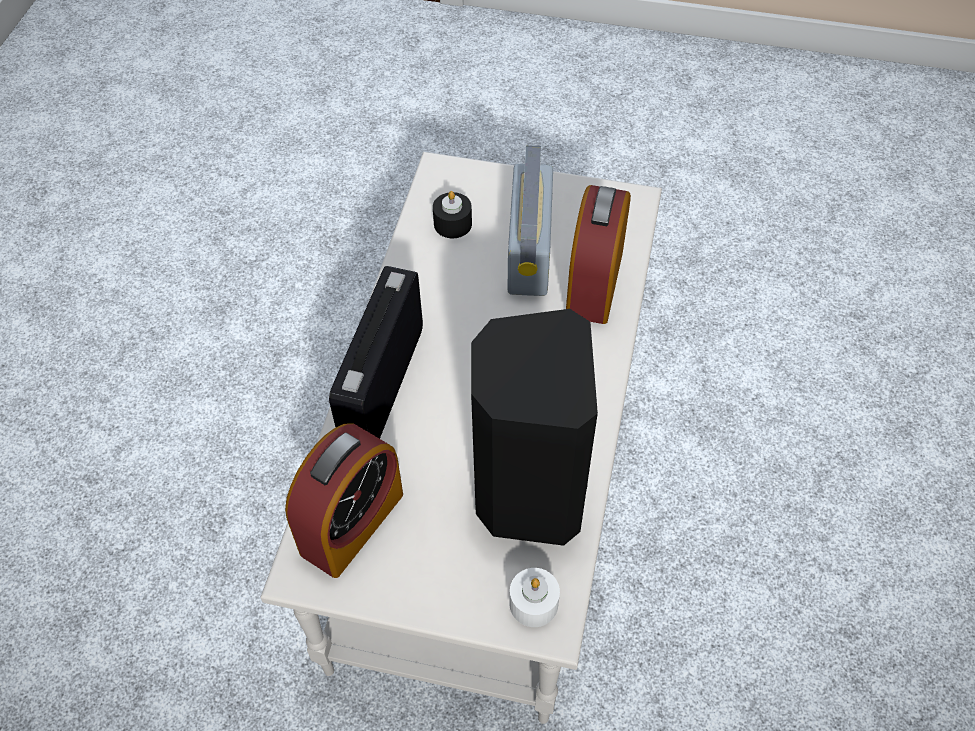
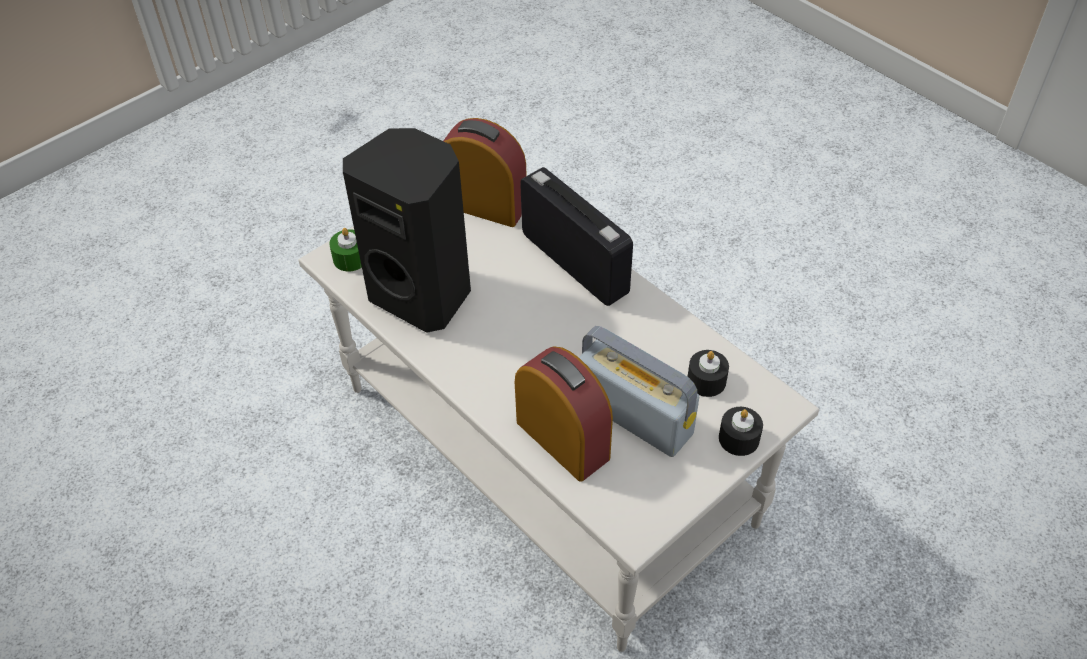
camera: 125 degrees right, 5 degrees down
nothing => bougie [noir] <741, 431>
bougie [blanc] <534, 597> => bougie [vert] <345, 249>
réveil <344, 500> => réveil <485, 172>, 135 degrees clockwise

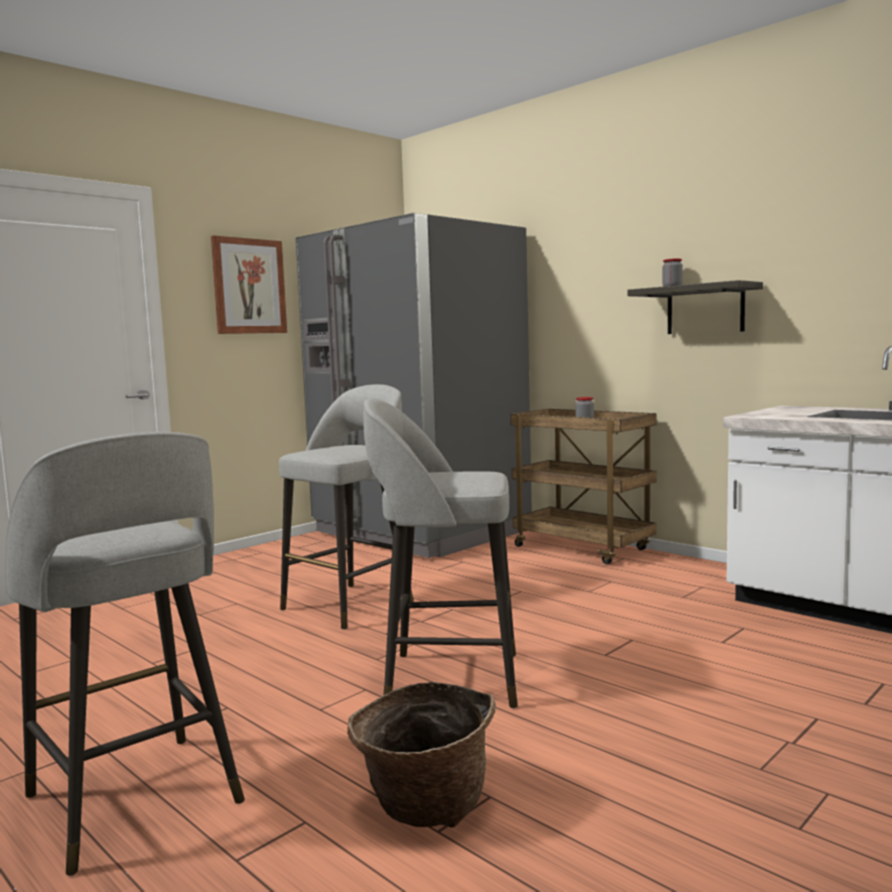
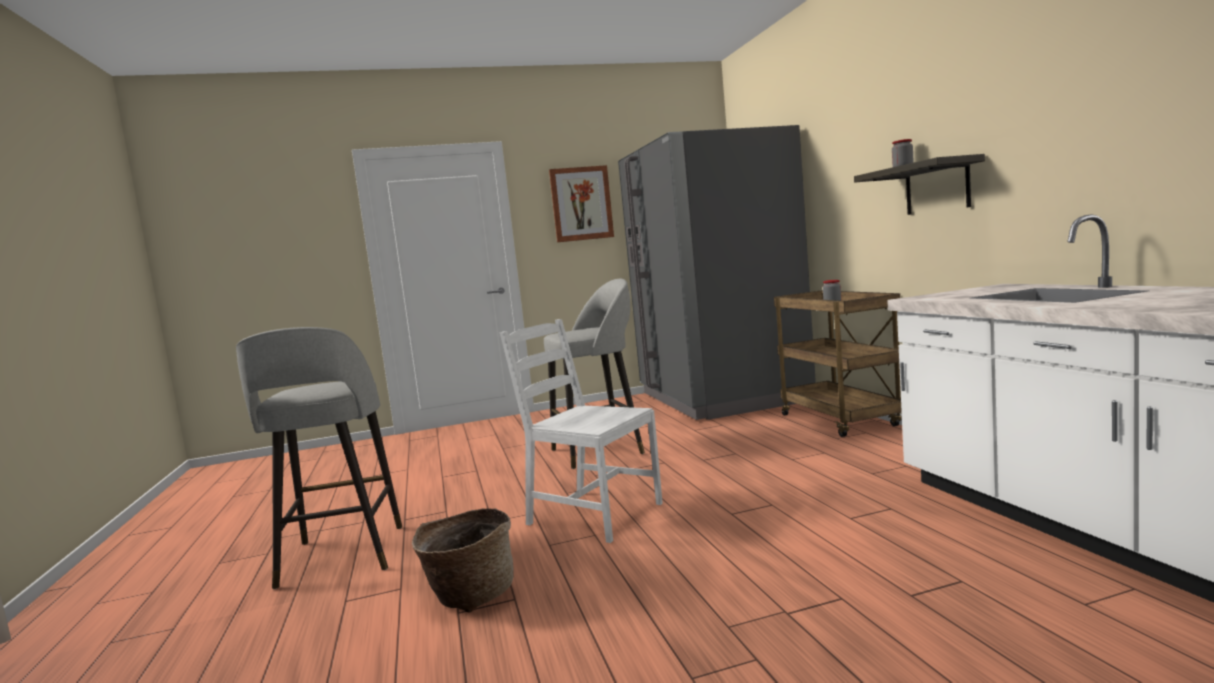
camera: 30 degrees right, 0 degrees up
tabouret [gris] <440, 553> => chaise [blanc] <581, 431>

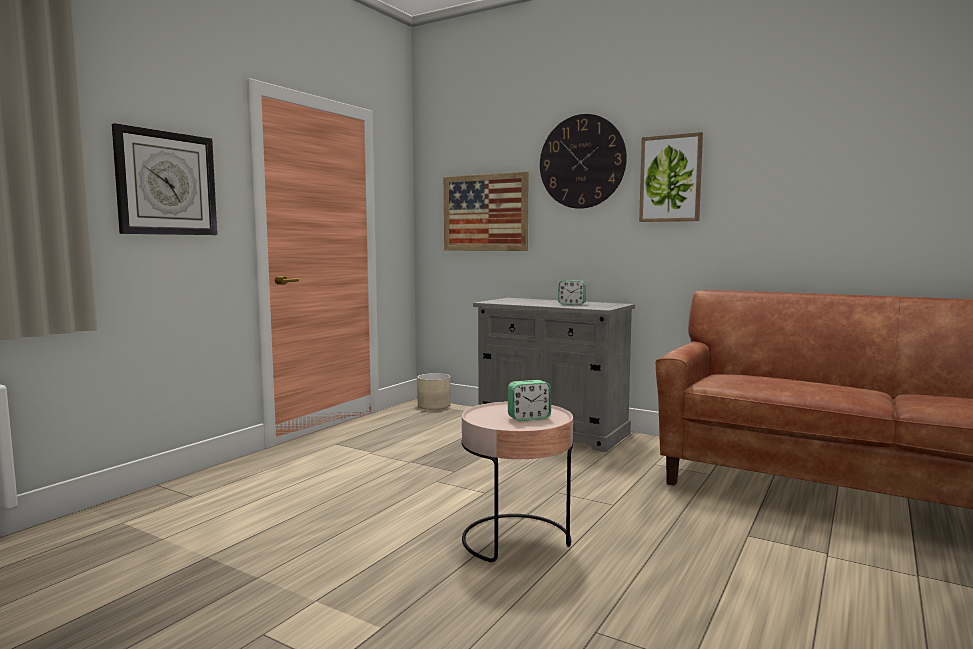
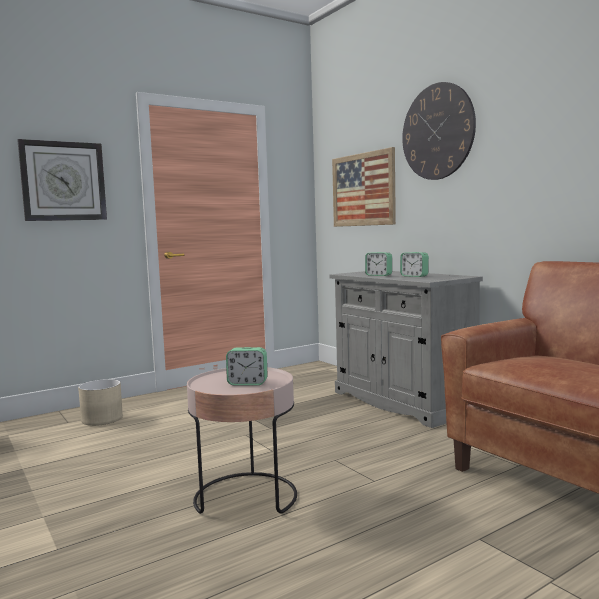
camera: 25 degrees right, 0 degrees up
tableau <671, 177> => nothing
nothing => réveil <378, 264>
cache-pot [beige] <433, 391> => cache-pot [beige] <100, 402>, moved

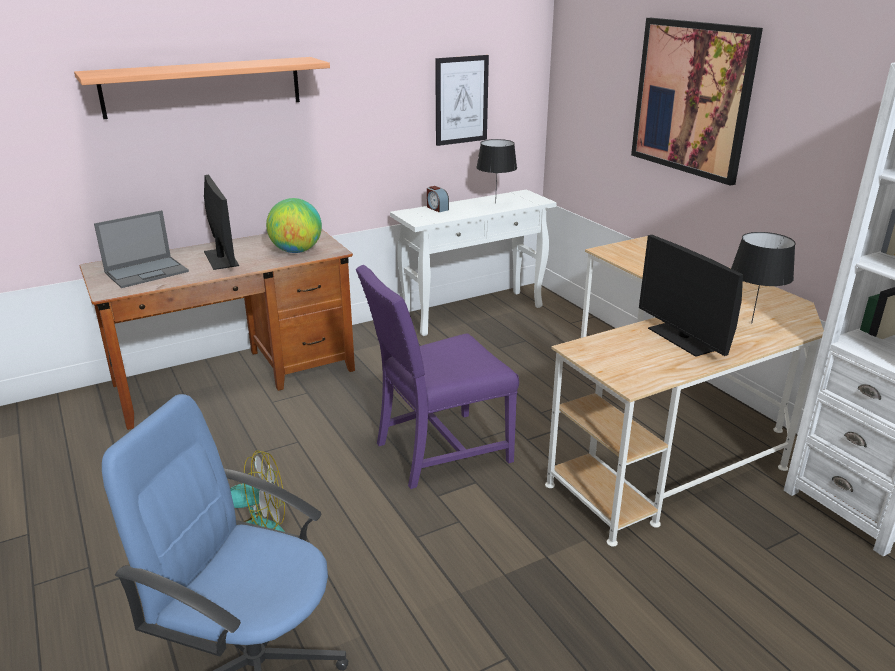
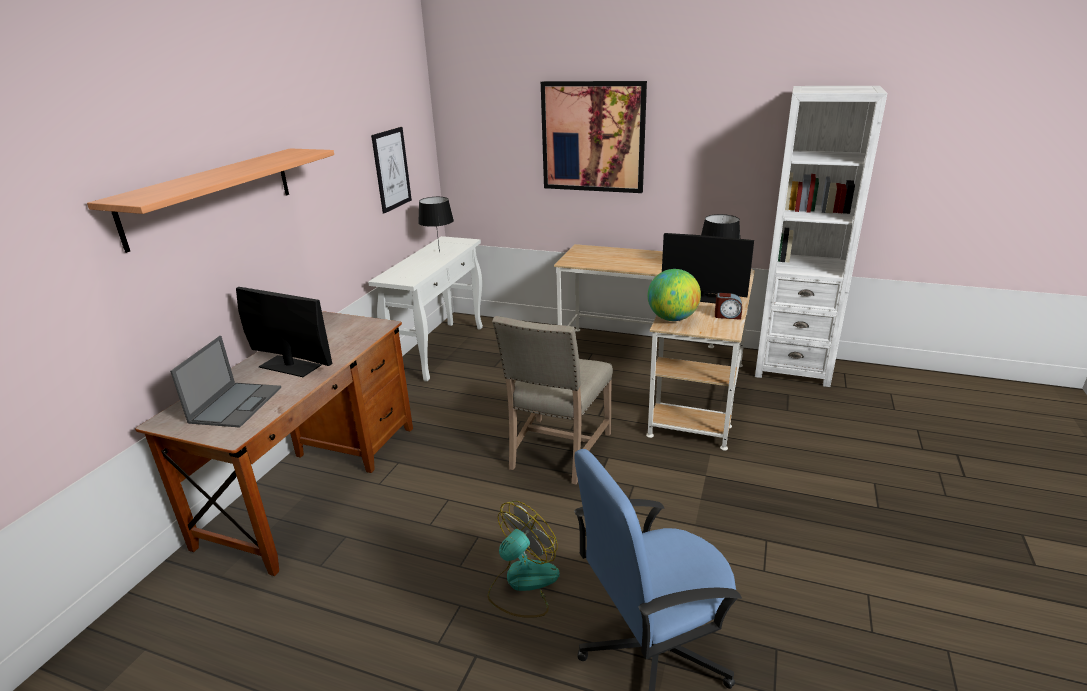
camera: 40 degrees left, 0 degrees up
globe <294, 225> => globe <674, 295>, moved
réveil <438, 199> => réveil <728, 306>, moved
chaise [violet] <437, 377> => chaise [beige] <552, 400>

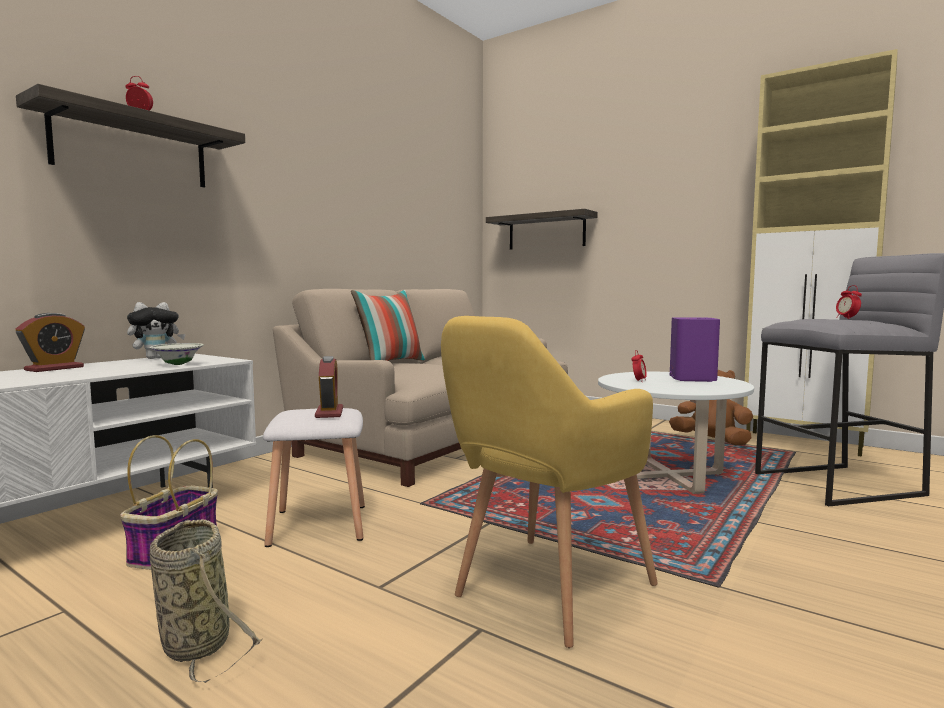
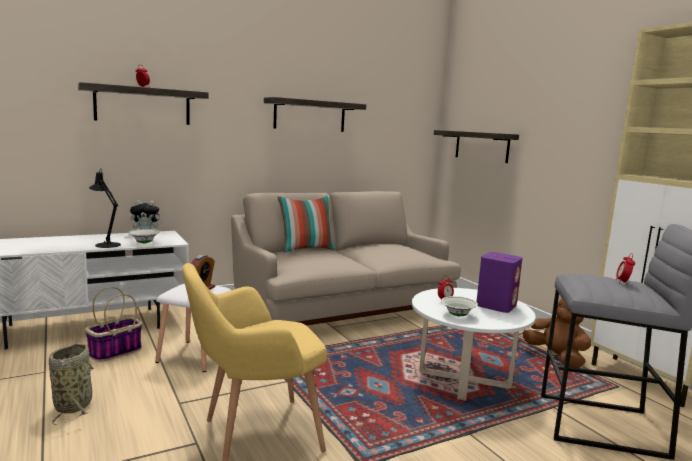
camera: 25 degrees right, 5 degrees up
réveil <50, 342> => nothing
nothing => lampe de table [noir] <105, 208>
nothing => étagère <315, 114>
nothing => bol [blanc] <459, 306>

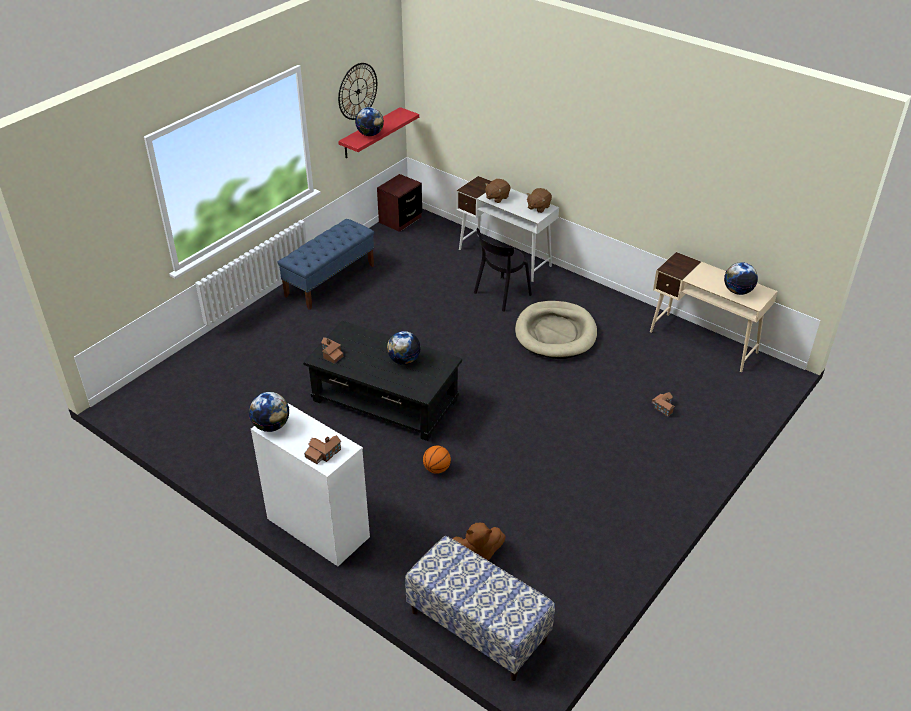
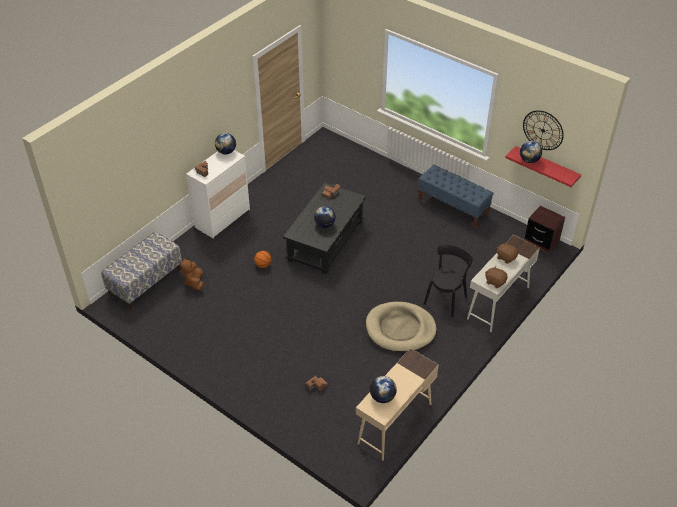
camera: 90 degrees right, 5 degrees up
chaise [noir] <503, 270> => chaise [noir] <448, 281>, 75 degrees clockwise

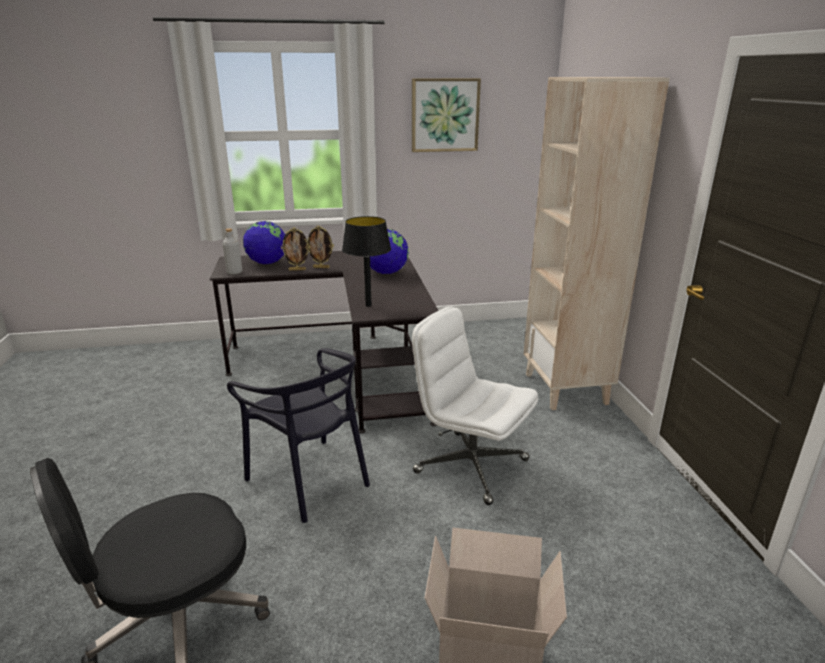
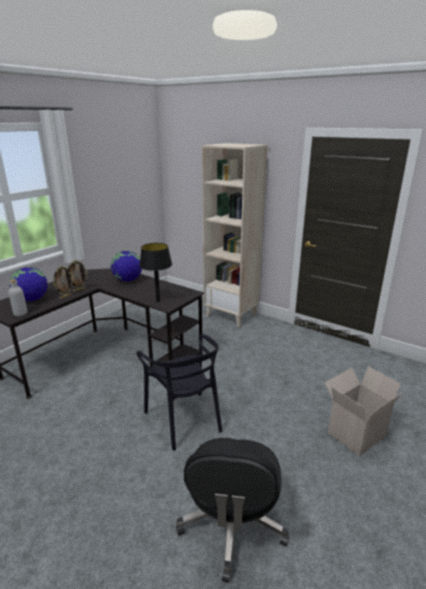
camera: 45 degrees left, 0 degrees up
tableau <446, 115> => nothing
chaise de bureau [blanc] <475, 406> => nothing
chaise [noir] <298, 435> => chaise [noir] <179, 392>, 60 degrees clockwise

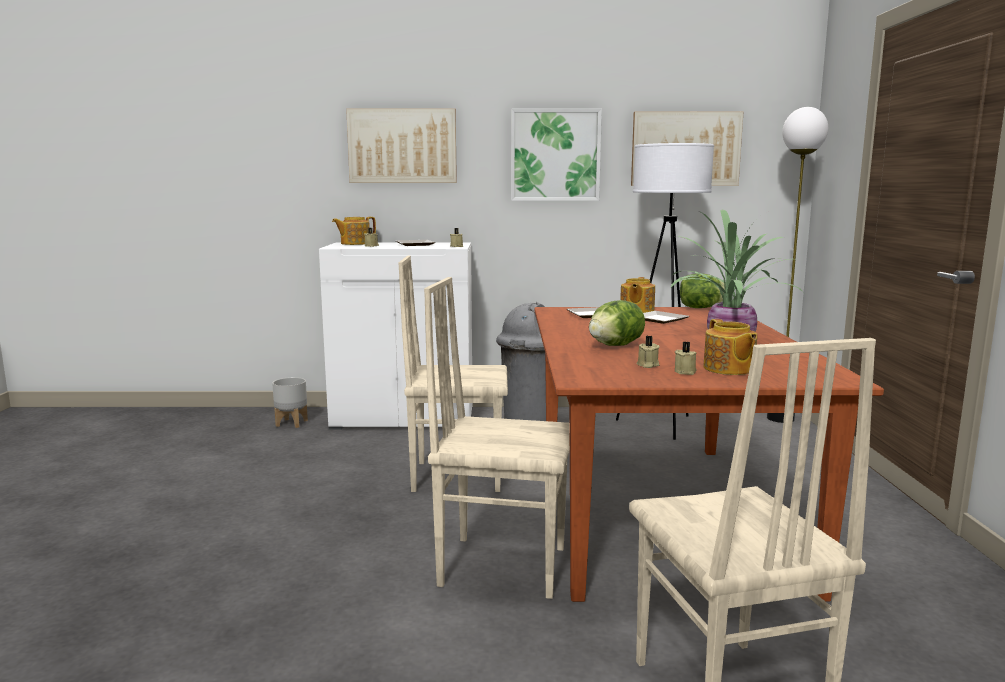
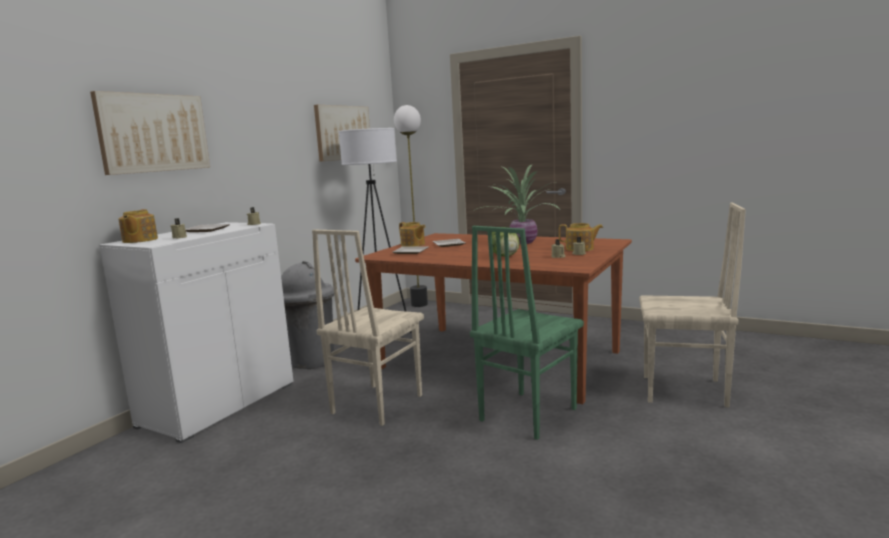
camera: 60 degrees left, 0 degrees up
cache-pot [gris] <290, 402> => nothing
tableau <556, 154> => nothing
laitue <703, 290> => nothing
chaise [beige] <497, 438> => chaise [vert] <527, 333>

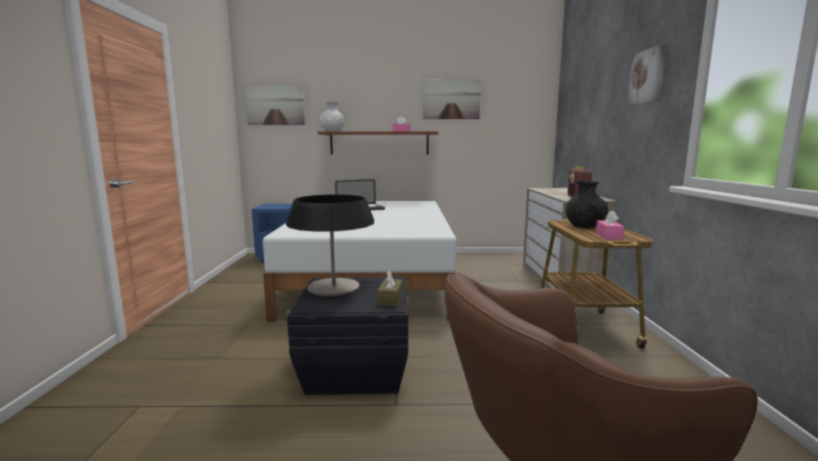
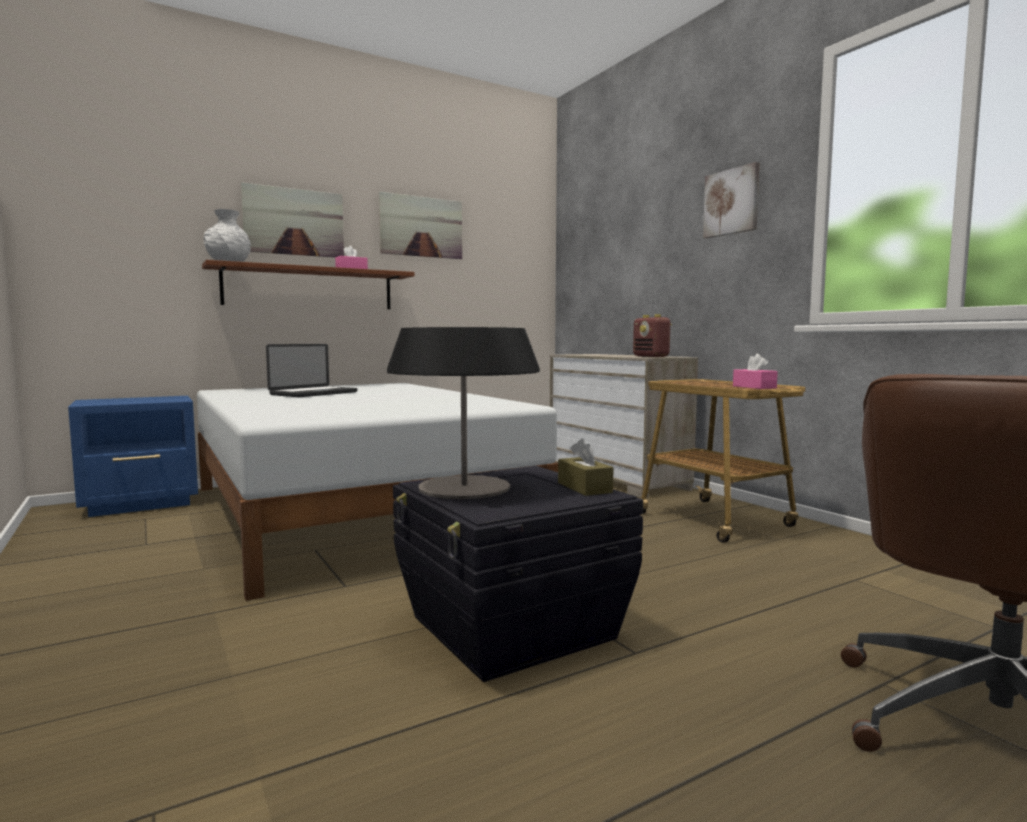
camera: 30 degrees left, 5 degrees down
vase [noir] <587, 205> => nothing
tableau <275, 105> => tableau <292, 220>, moved

